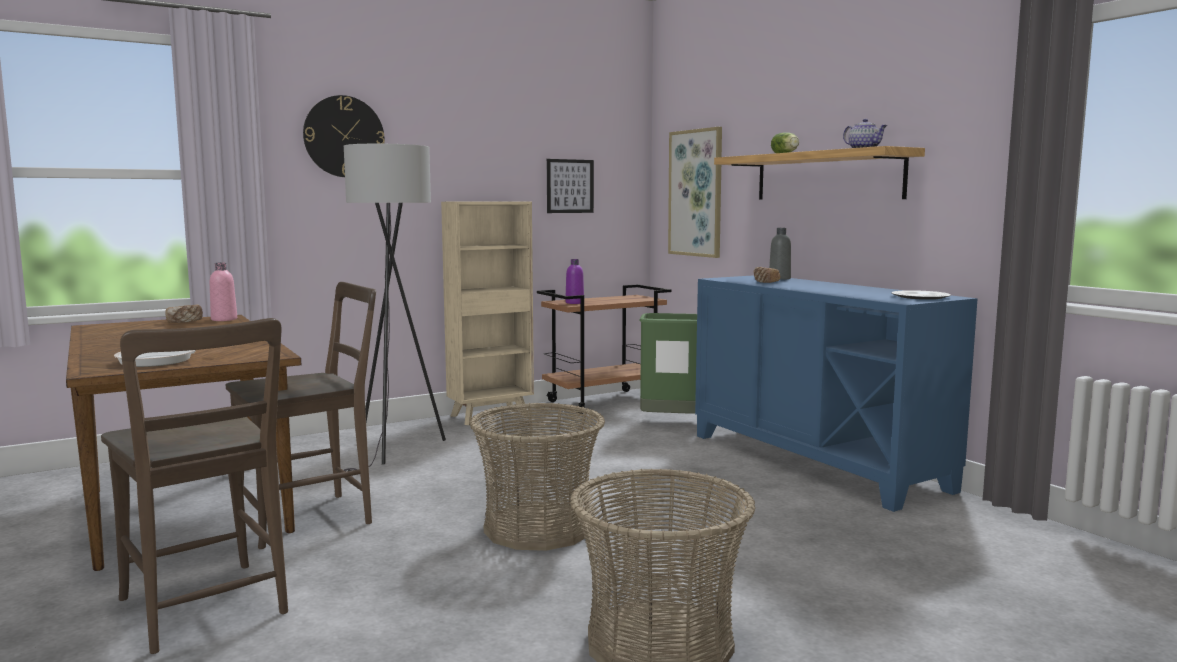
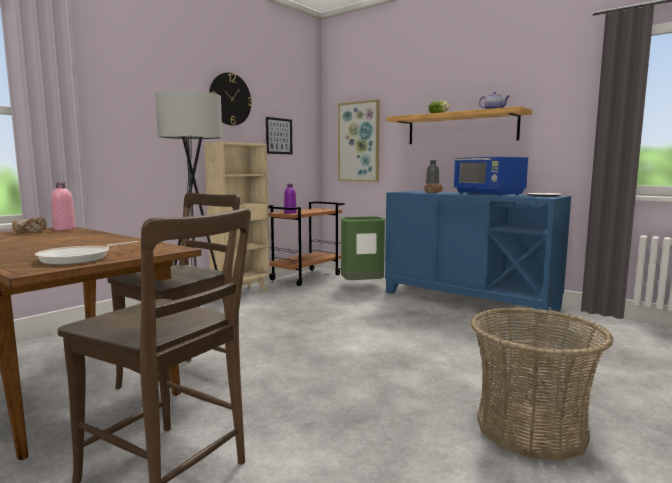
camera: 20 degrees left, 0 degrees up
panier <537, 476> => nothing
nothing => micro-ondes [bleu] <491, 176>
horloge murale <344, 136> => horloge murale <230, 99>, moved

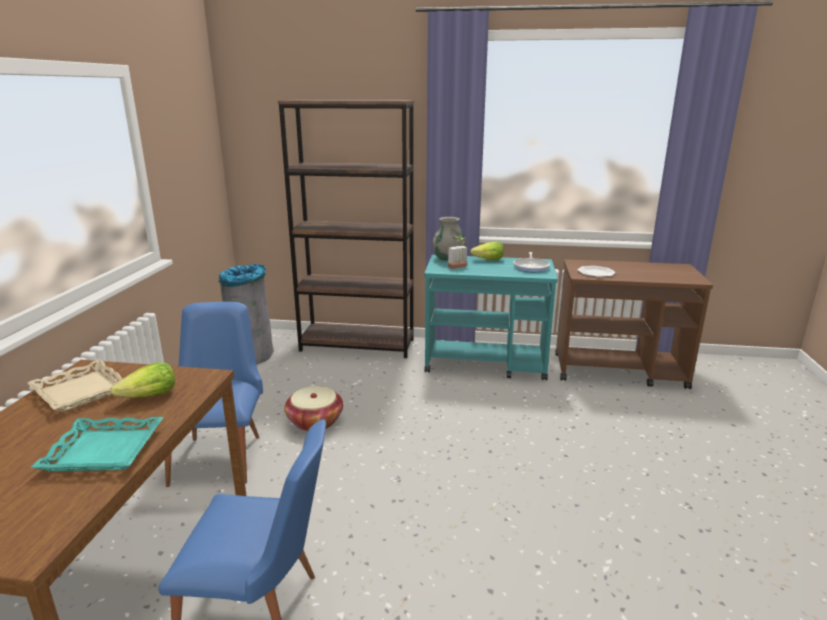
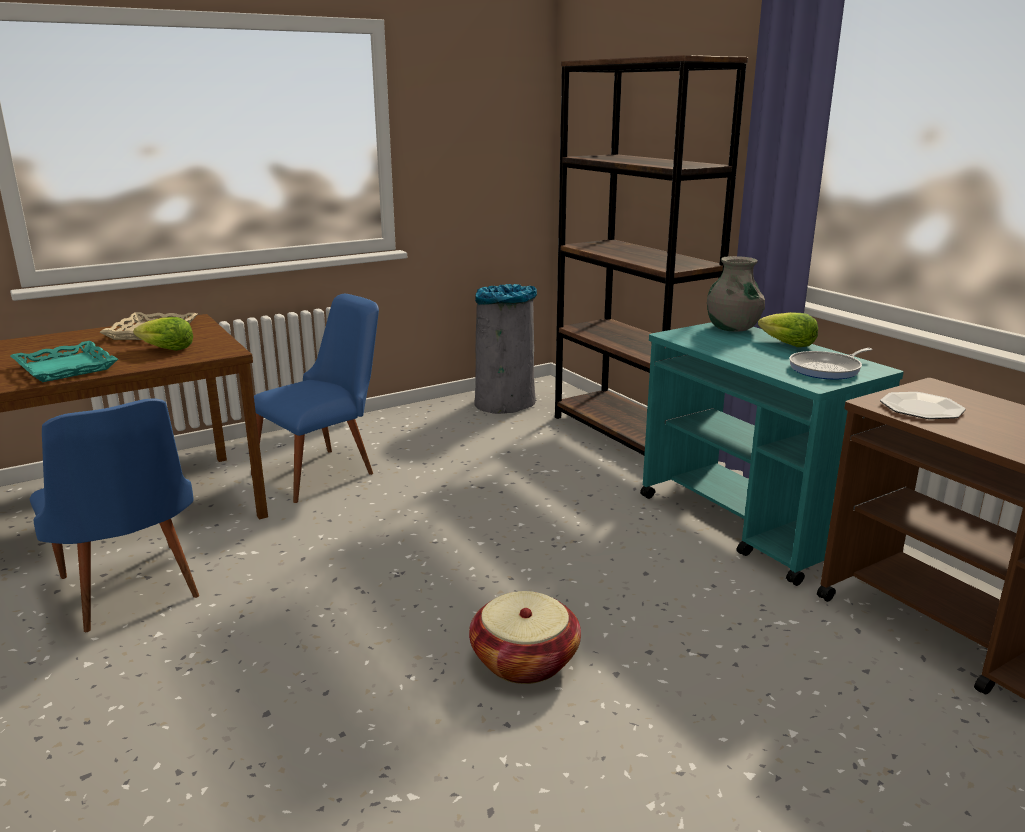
camera: 50 degrees right, 0 degrees up
plante en pot <457, 252> => nothing
panier <313, 408> => panier <525, 637>, moved

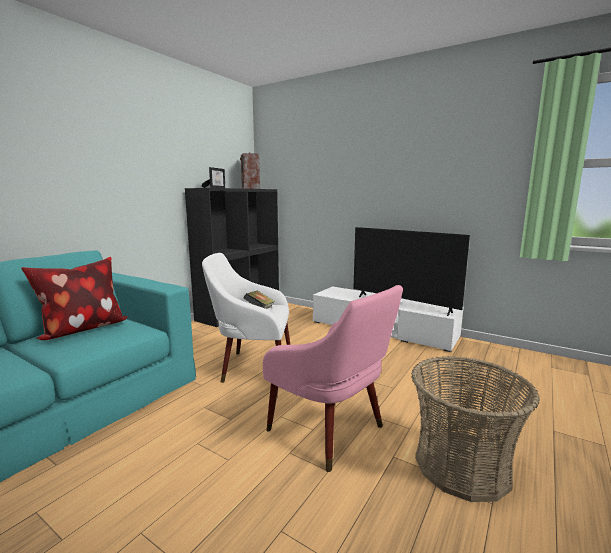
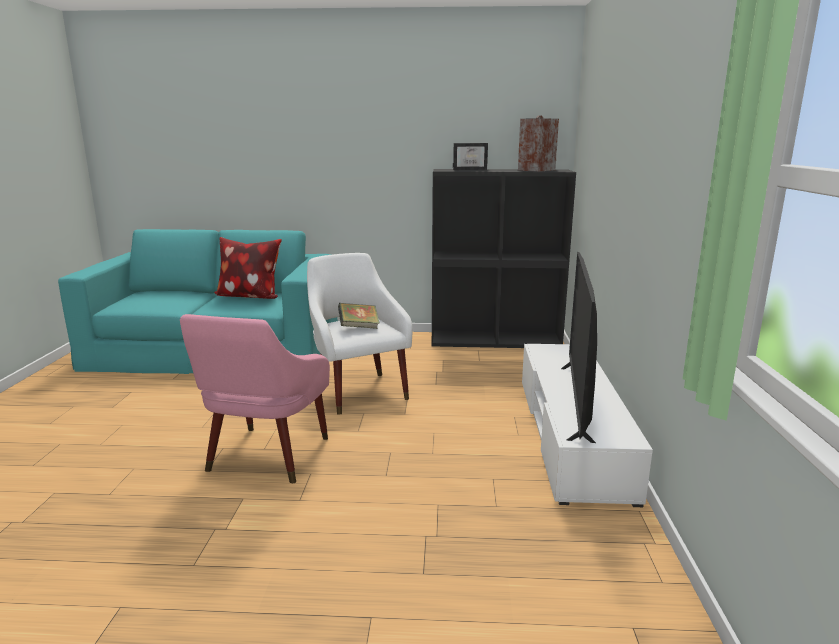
camera: 60 degrees right, 5 degrees up
panier <475, 429> => nothing

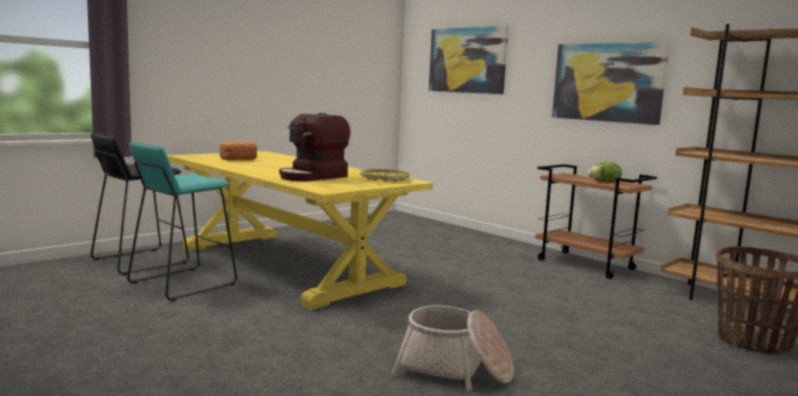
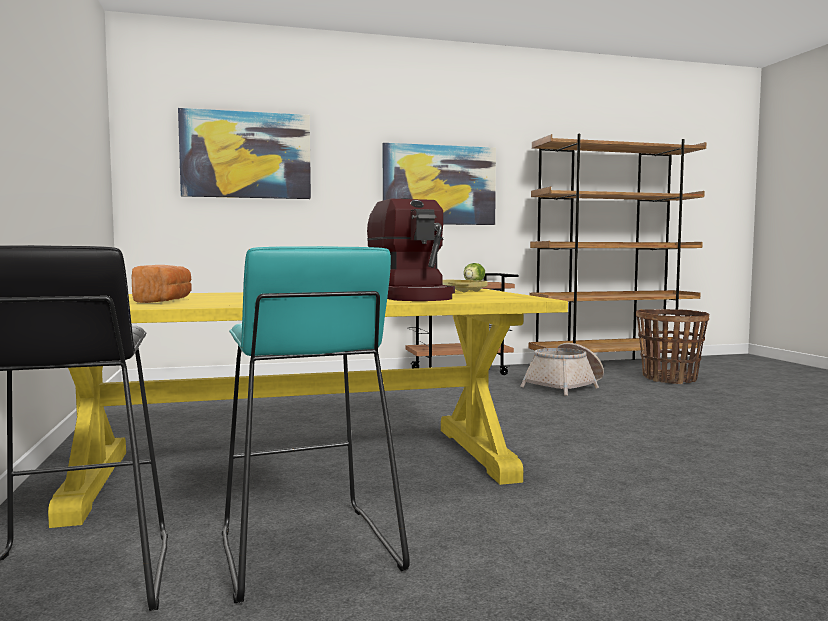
camera: 60 degrees left, 5 degrees down
panier <453, 348> => panier <562, 369>, moved

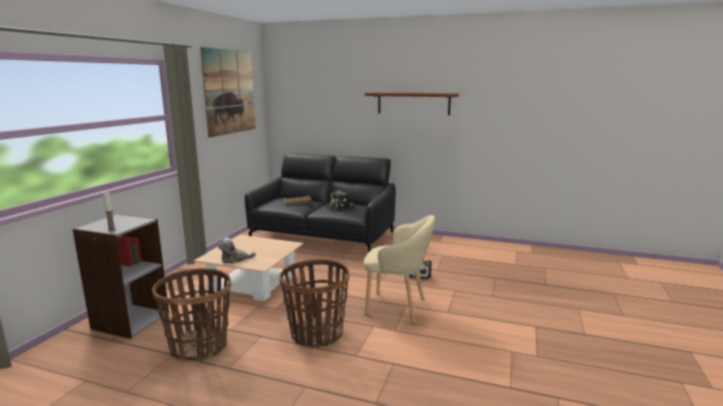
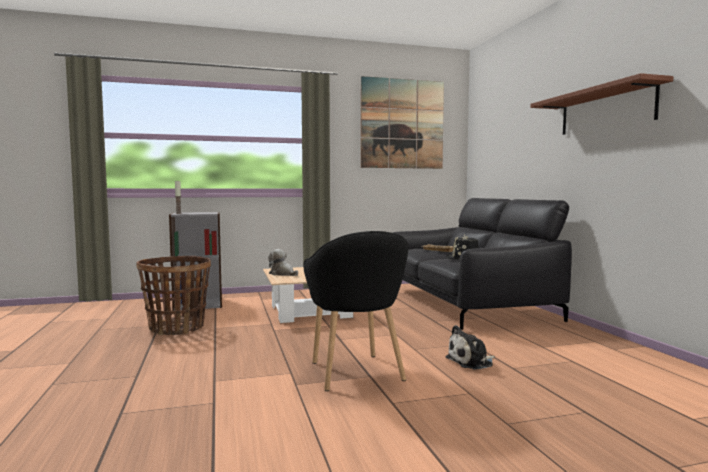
camera: 55 degrees right, 10 degrees down
panier <314, 303> => nothing
fauteuil [beige] <399, 269> => fauteuil [noir] <355, 311>

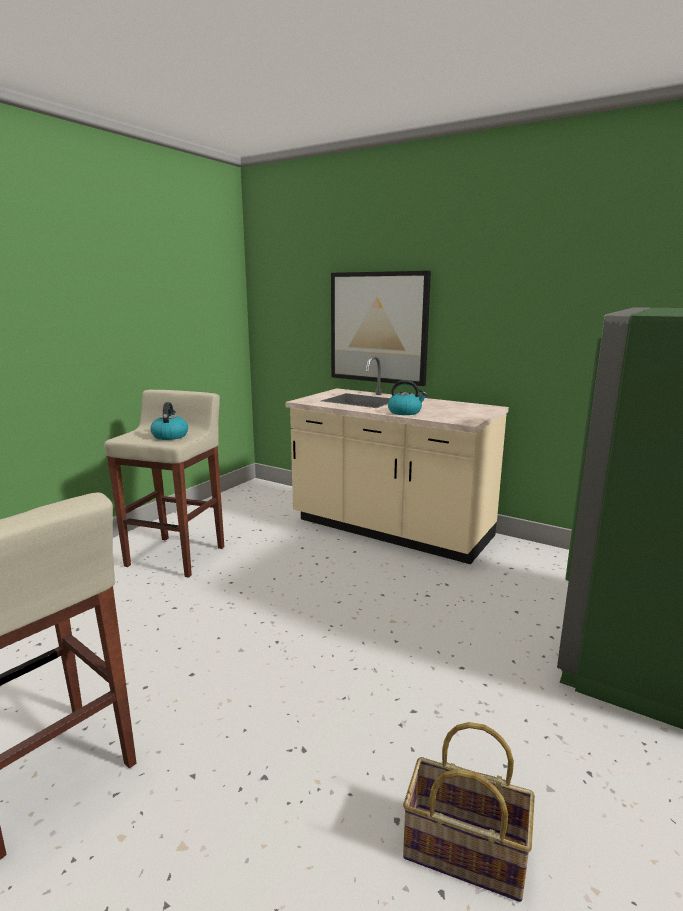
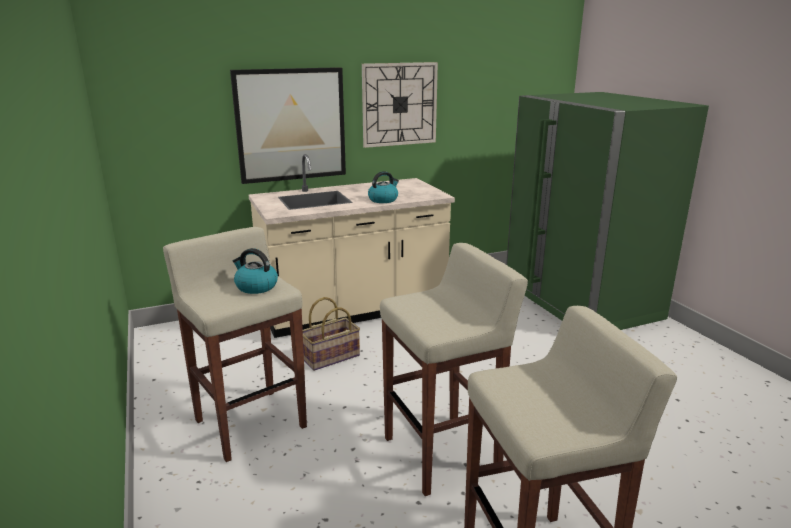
camera: 55 degrees left, 5 degrees up
nothing => horloge murale <400, 105>
nothing => tabouret [beige] <454, 369>
panier <469, 812> => panier <331, 334>, moved

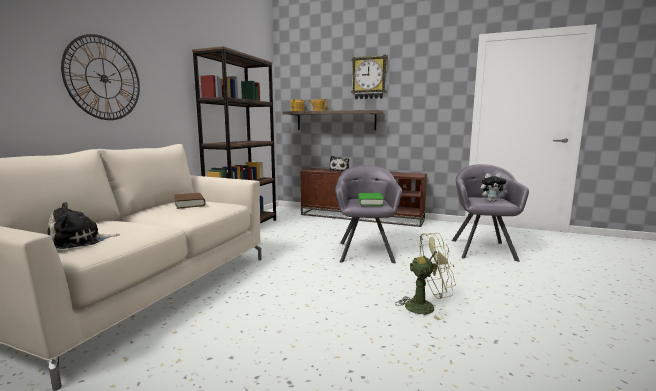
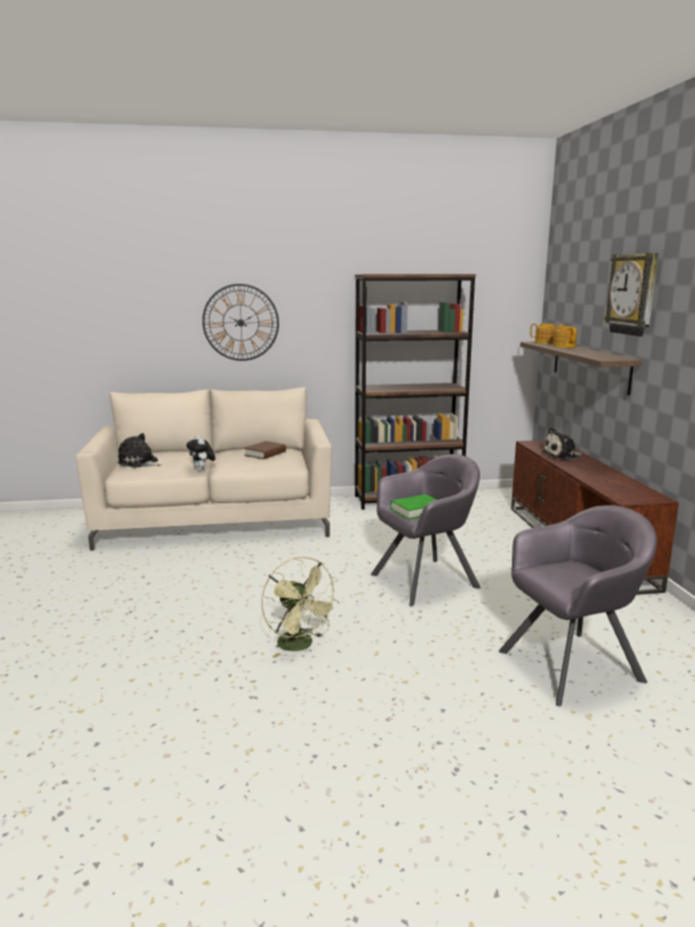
camera: 60 degrees right, 5 degrees up
peluche <494, 187> => peluche <200, 453>, moved

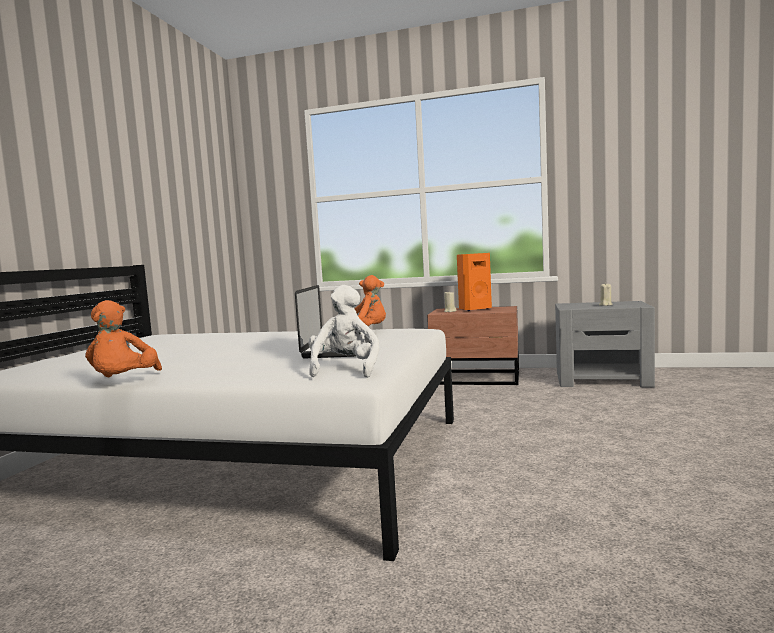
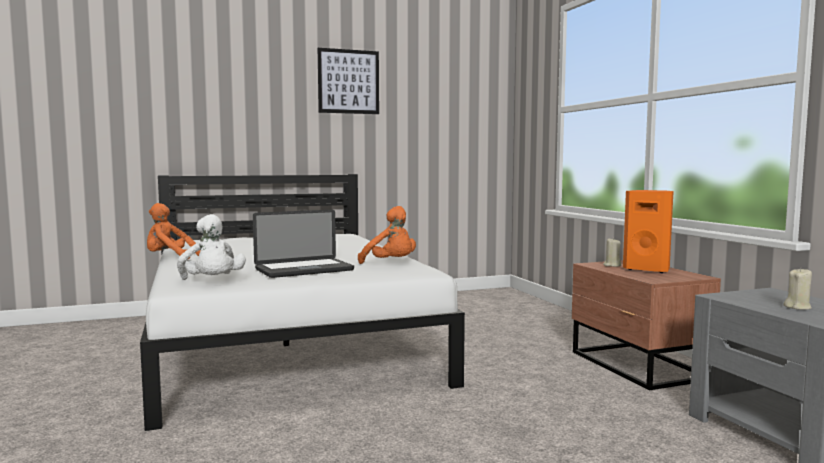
camera: 55 degrees right, 0 degrees up
nothing => tableau <348, 81>
peluche [orange] <123, 338> => peluche [orange] <174, 231>, 45 degrees clockwise
peluche [blanc] <344, 331> => peluche [blanc] <211, 247>, 90 degrees clockwise

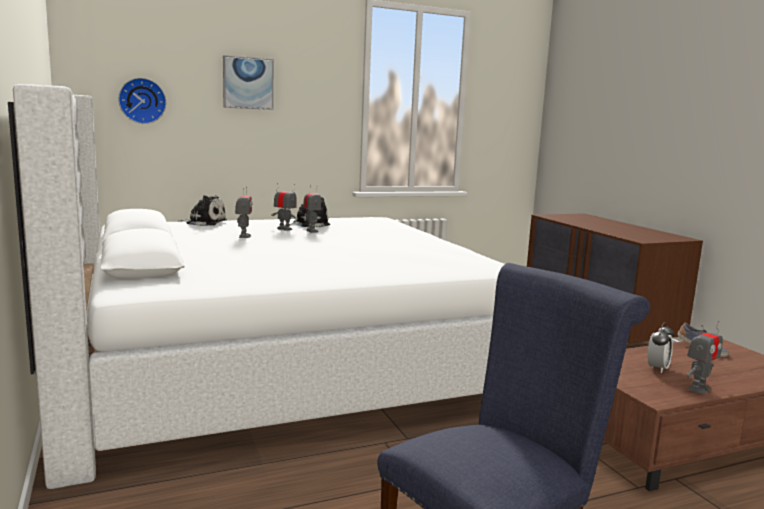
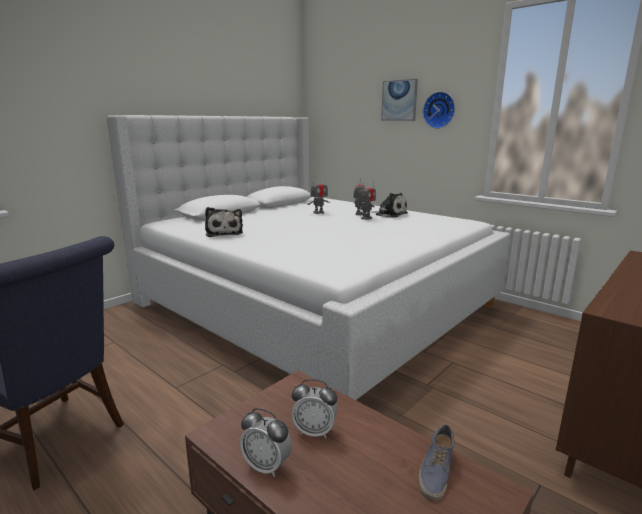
camera: 65 degrees right, 5 degrees up
horloge murale <142, 101> => horloge murale <439, 110>, moved
peluche <202, 210> => peluche <224, 222>, moved
robot jouet <704, 357> => réveil <266, 442>

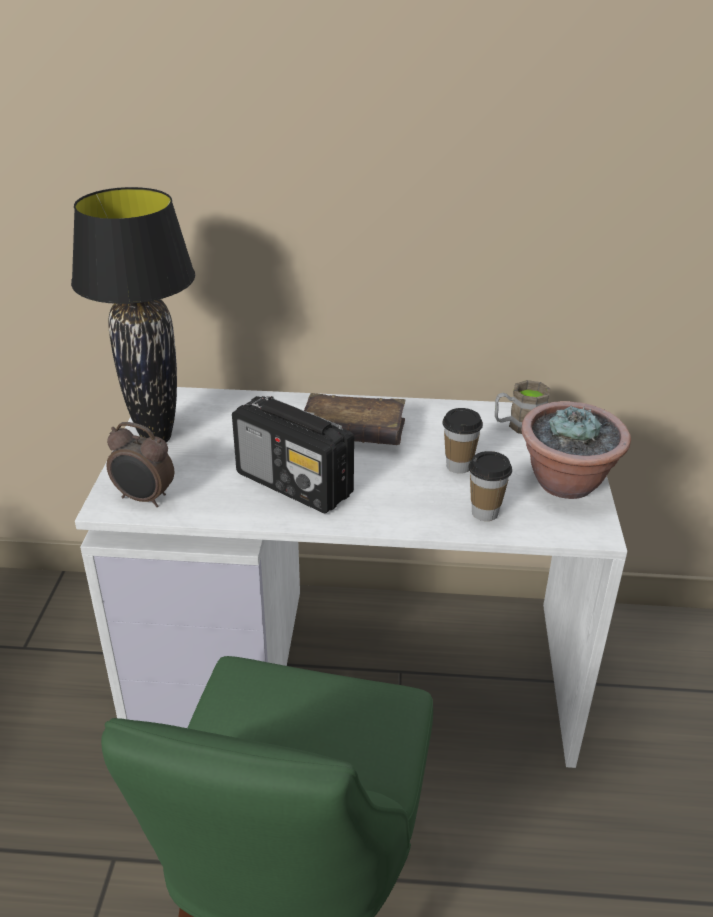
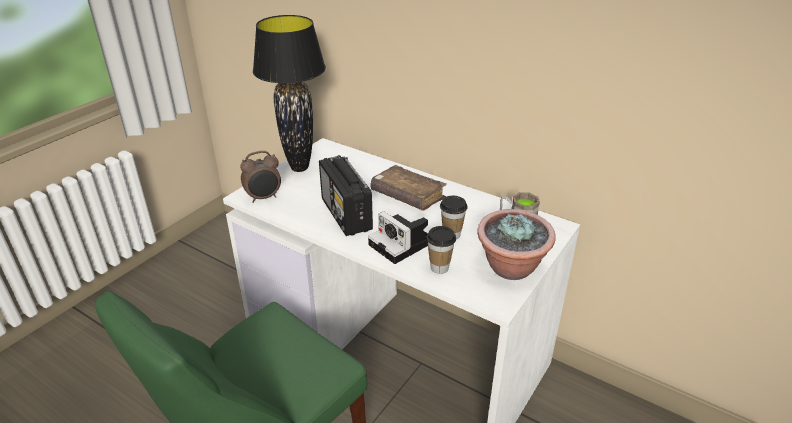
camera: 30 degrees right, 0 degrees up
nothing => appareil photo <398, 237>
réveil <140, 464> => réveil <260, 177>, 75 degrees counterclockwise

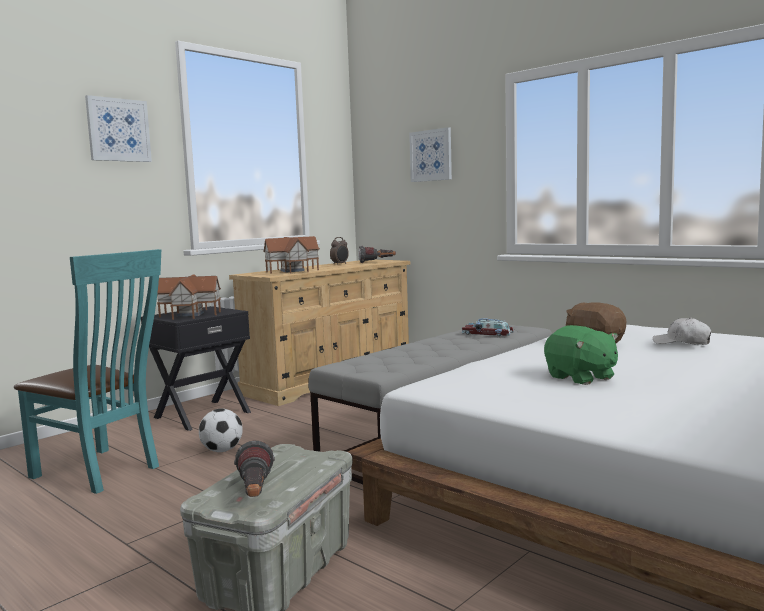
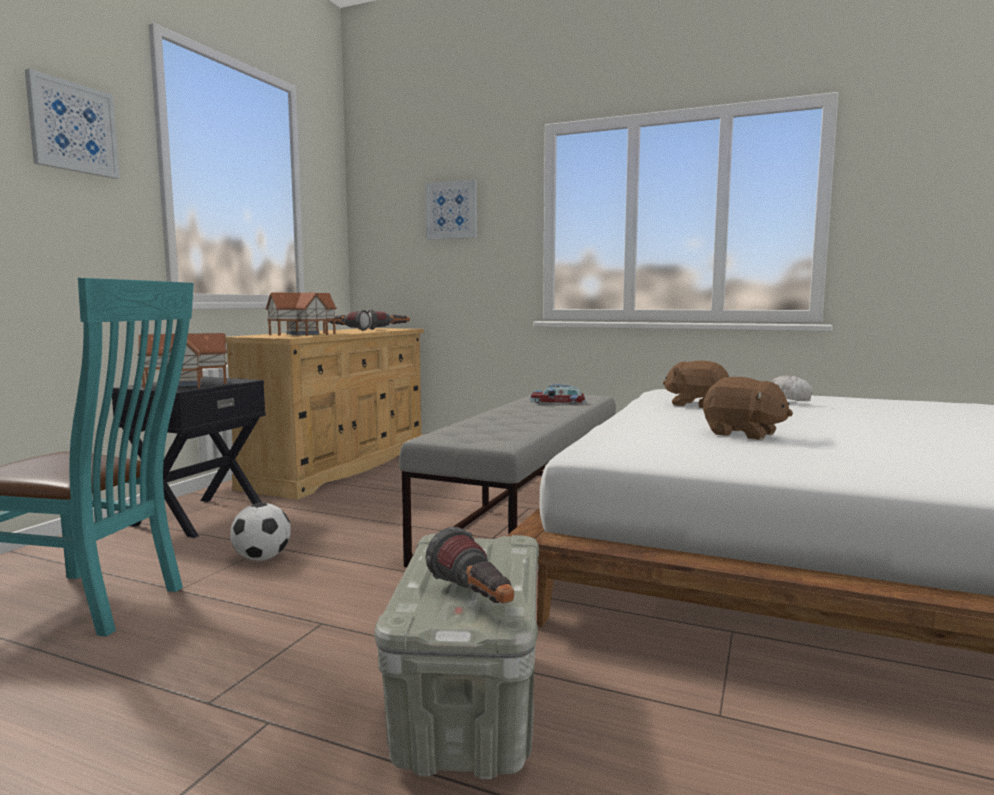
camera: 20 degrees left, 0 degrees up
réveil <339, 251> => lampe de poche <349, 320>
peluche [vert] <581, 355> => peluche [marron] <748, 408>

